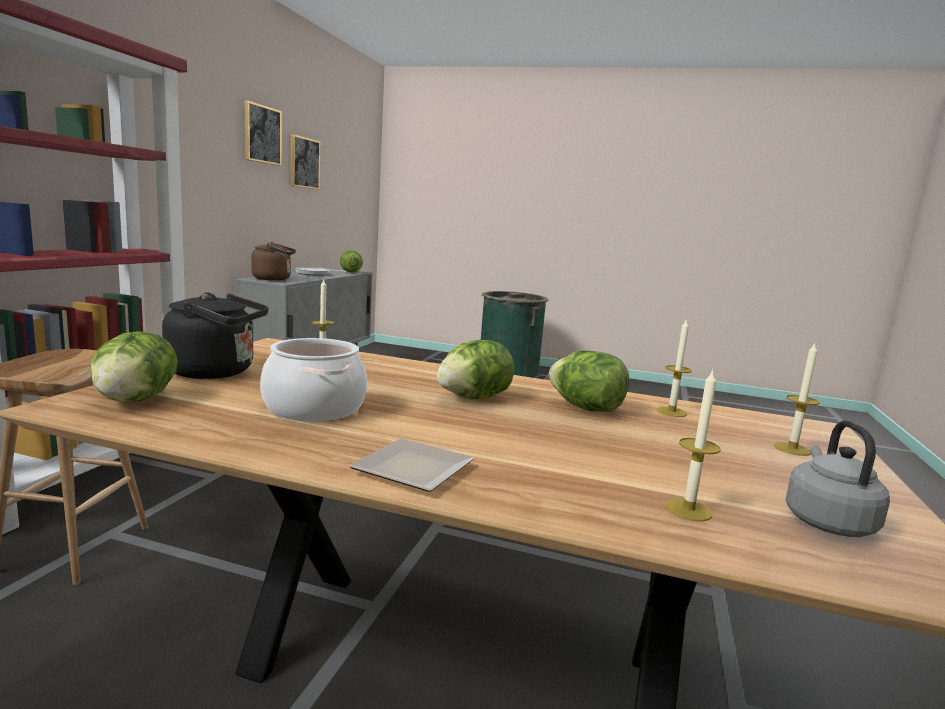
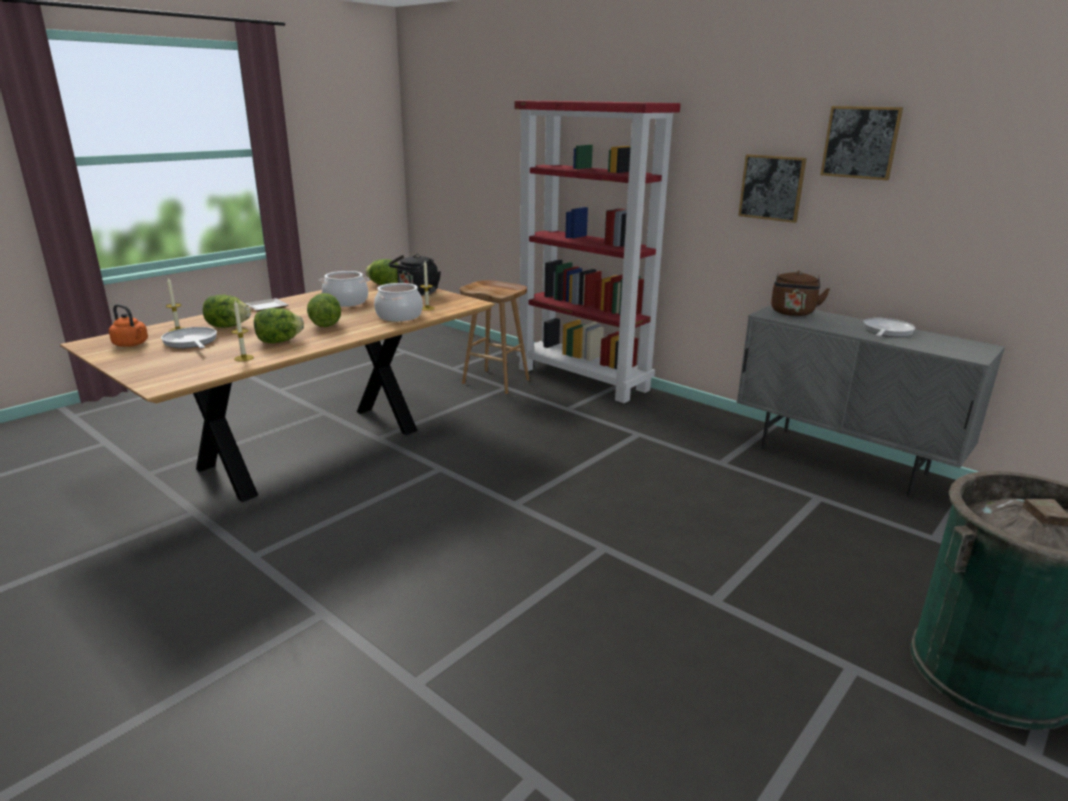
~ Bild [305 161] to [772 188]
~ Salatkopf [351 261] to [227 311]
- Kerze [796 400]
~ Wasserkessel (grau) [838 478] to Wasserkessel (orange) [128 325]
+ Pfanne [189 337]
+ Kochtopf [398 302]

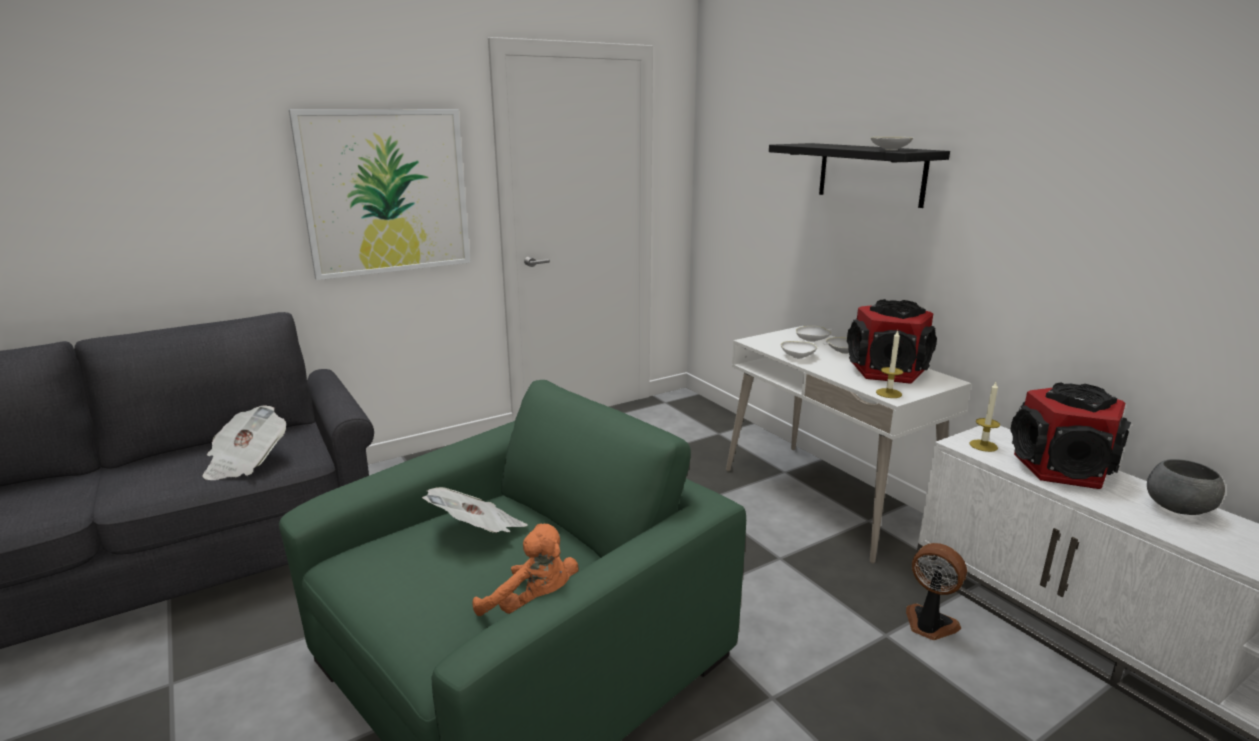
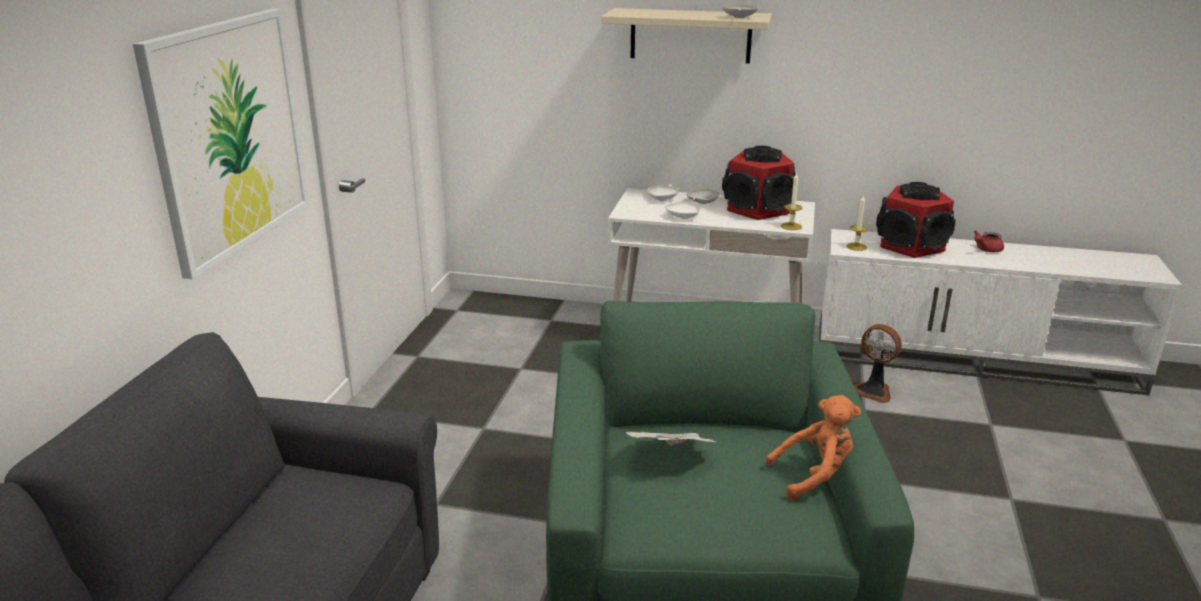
- Zeitung [244 442]
~ Wandregal (schwarz) [859 175] to Wandregal (beige) [686 36]
~ Ventilator [936 591] = [877 363] 135 degrees counterclockwise
~ Schüssel (grau) [1186 487] to Teekanne (rot) [989 241]

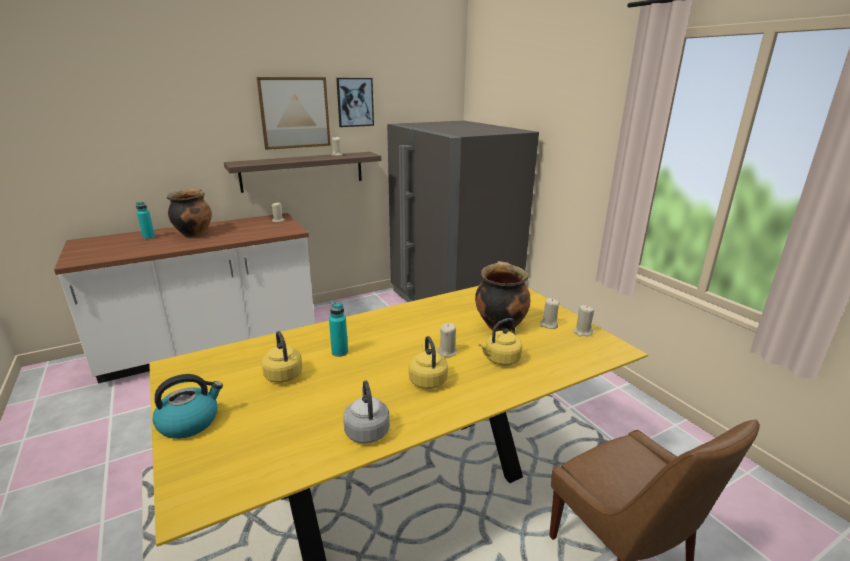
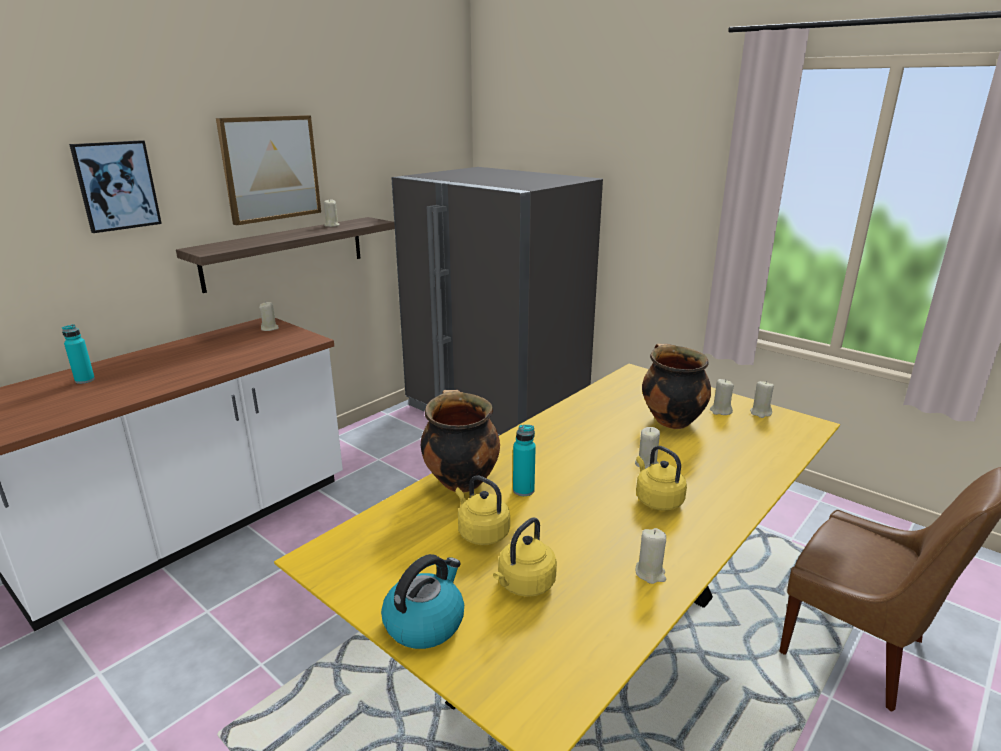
~ Kochtopf [189 212] to [460 441]
~ Bild [355 102] to [115 186]
~ Wasserkessel (grau) [366 411] to Kerze (beige) [651 556]
~ Wasserkessel (gelb) [500 342] to [525 557]

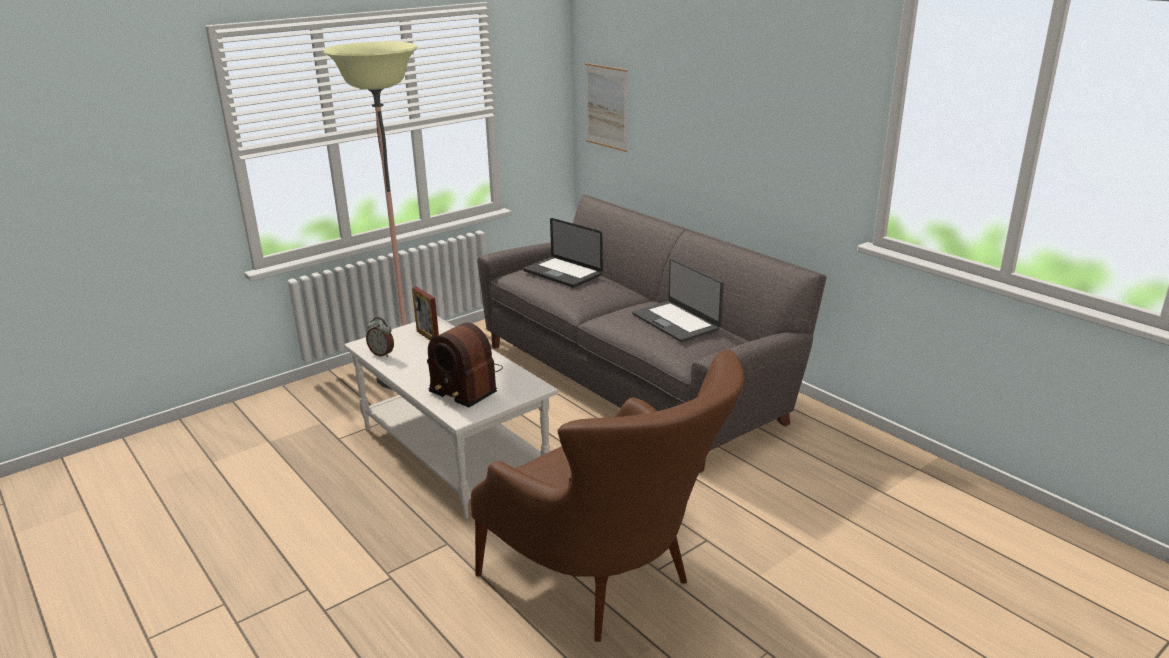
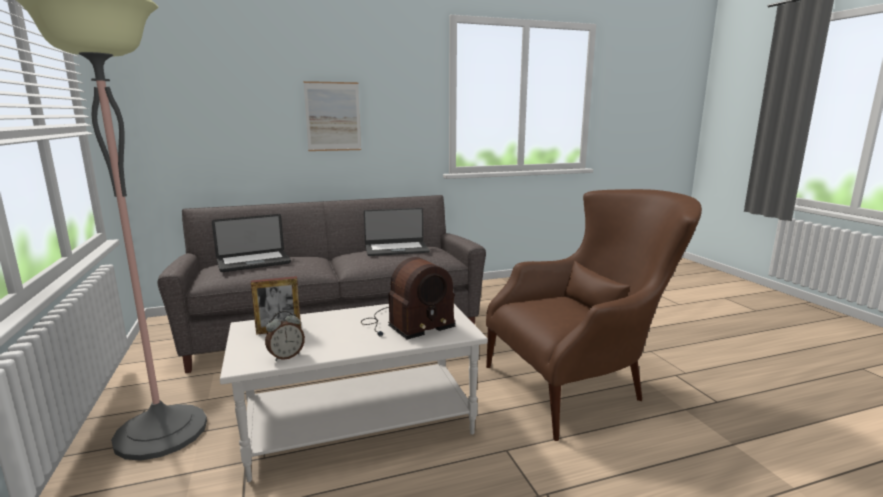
~ Bild [606 107] to [332 116]

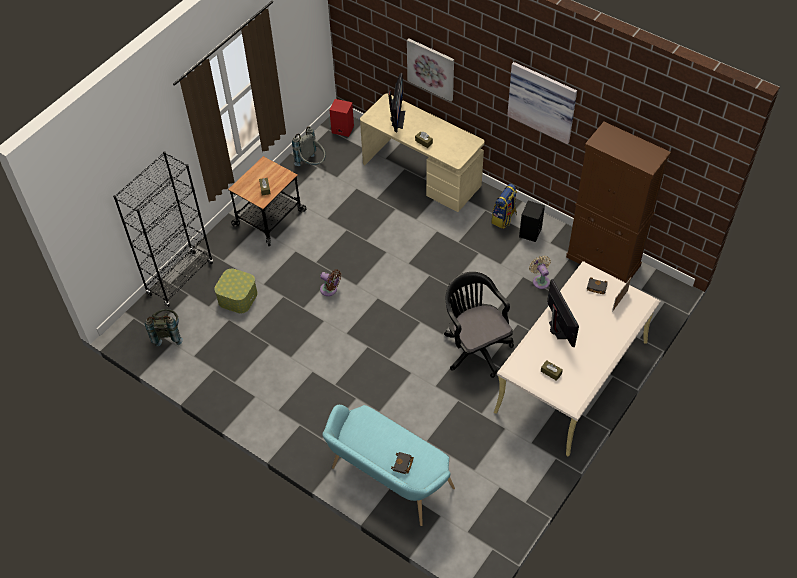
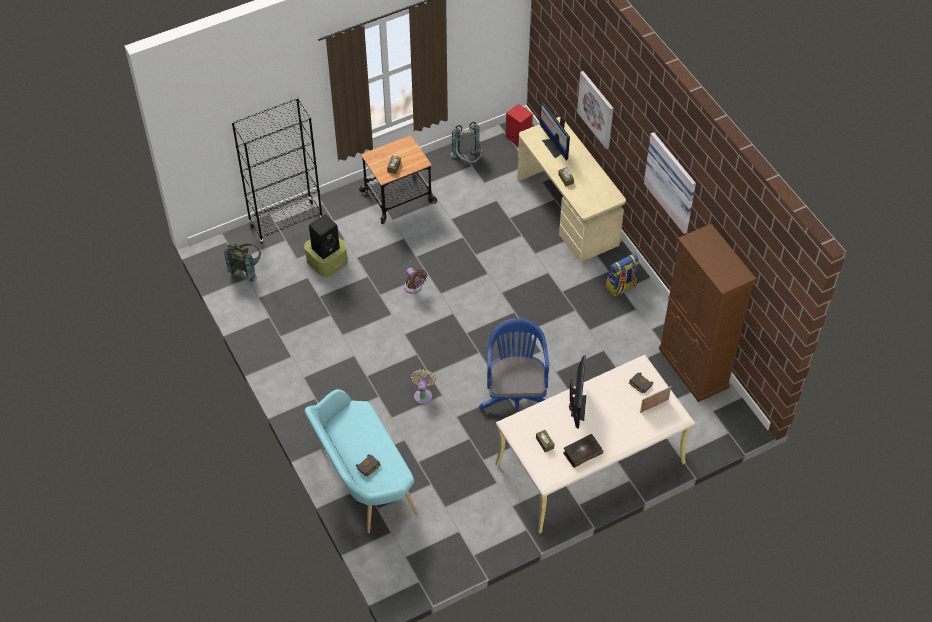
~ Monitor [396 102] = [554 130] 120 degrees clockwise
~ Bürostuhl (schwarz) [479 325] to Bürostuhl (blau) [514 365]
~ Lautsprecher (schwarz) [532 221] to [324 236]
~ Ventilator (beige) [540 272] to [423 387]
+ Buch [583 451]

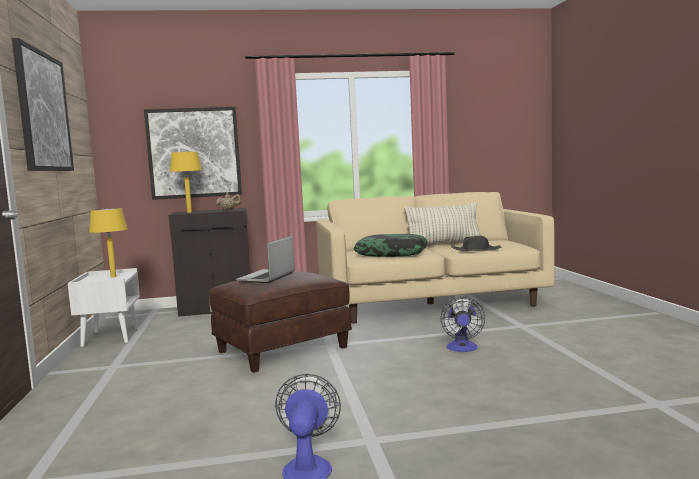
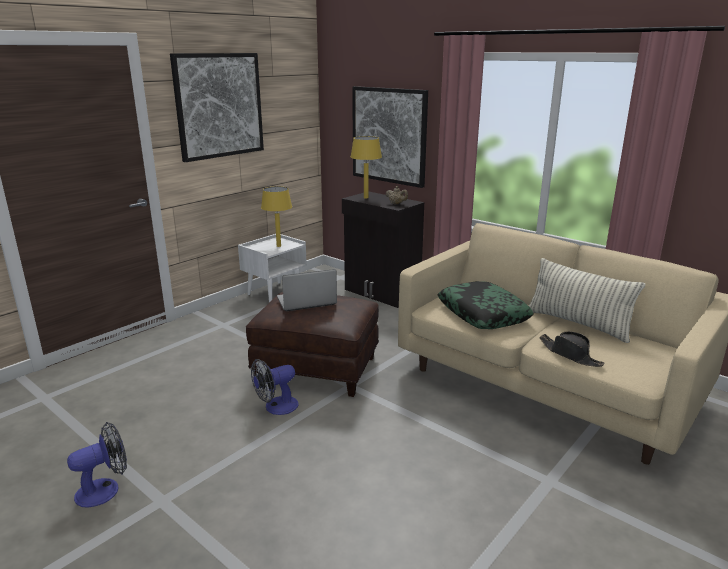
~ Ventilator [463 324] to [275 387]

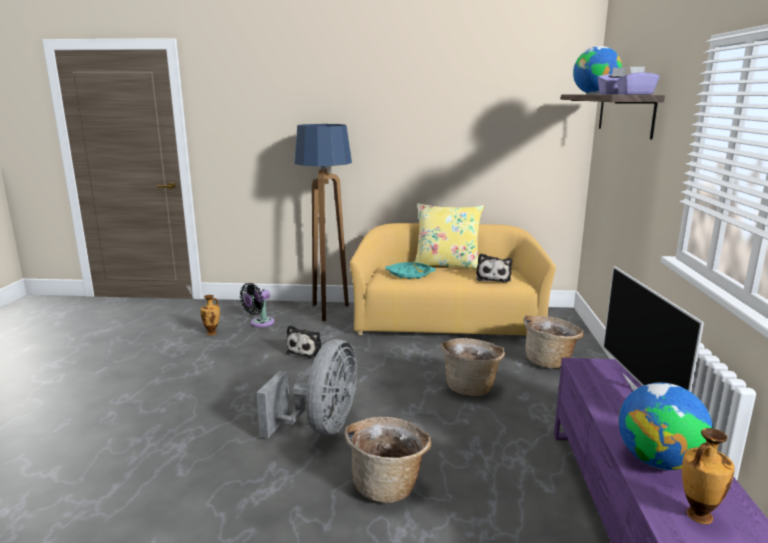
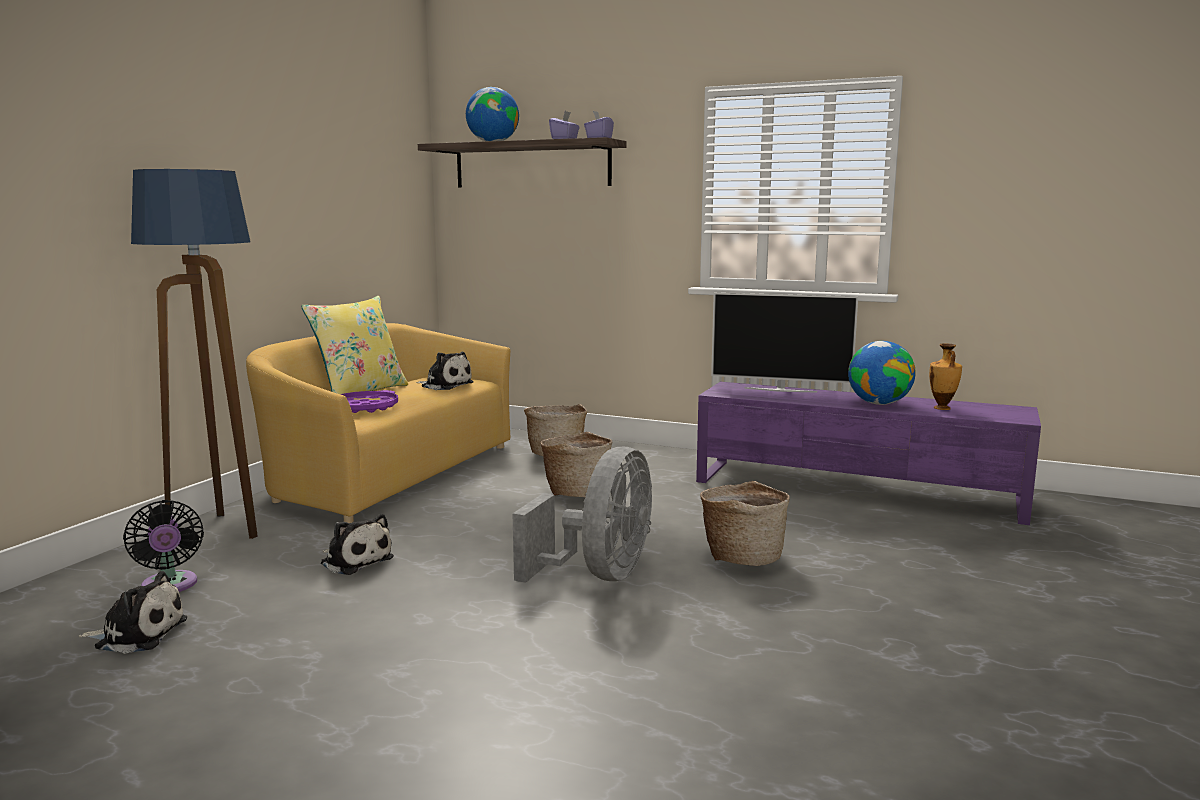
~ Vase [210 315] to Plüschtier [133 612]
~ Ventilator (grau) [307 388] = [582 515] 75 degrees clockwise
~ Tablett (türkis) [410 270] to Tablett (lila) [369 401]

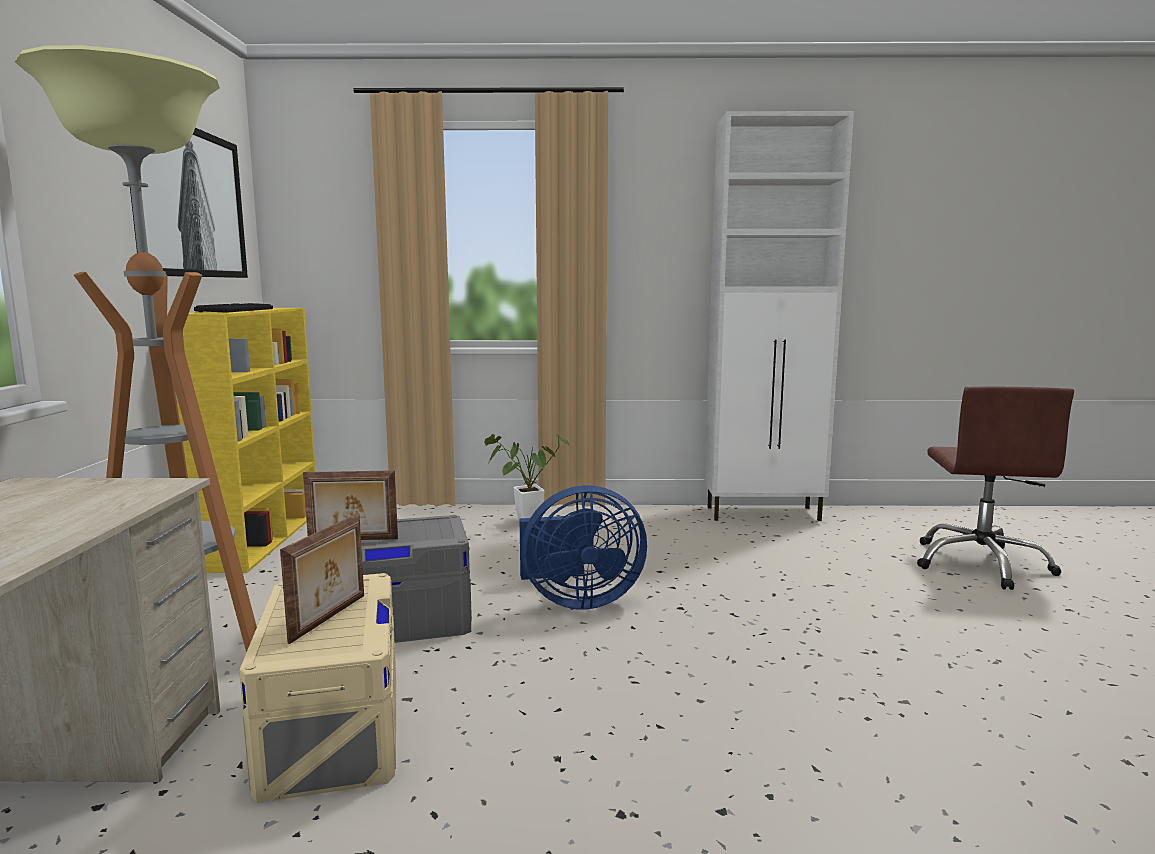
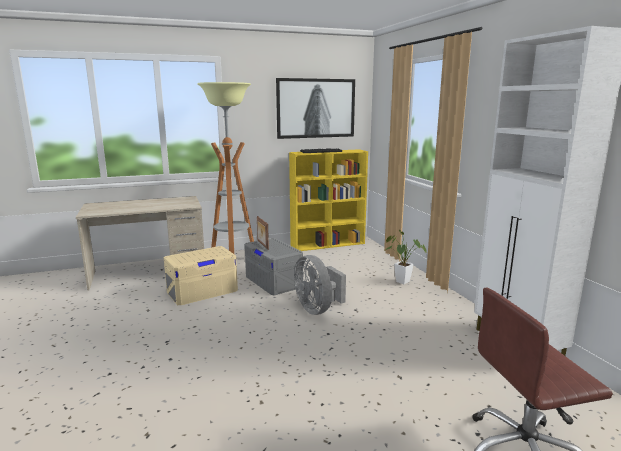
- Bilderrahmen [322 578]
~ Ventilator (blau) [583 547] to Ventilator (grau) [320 285]

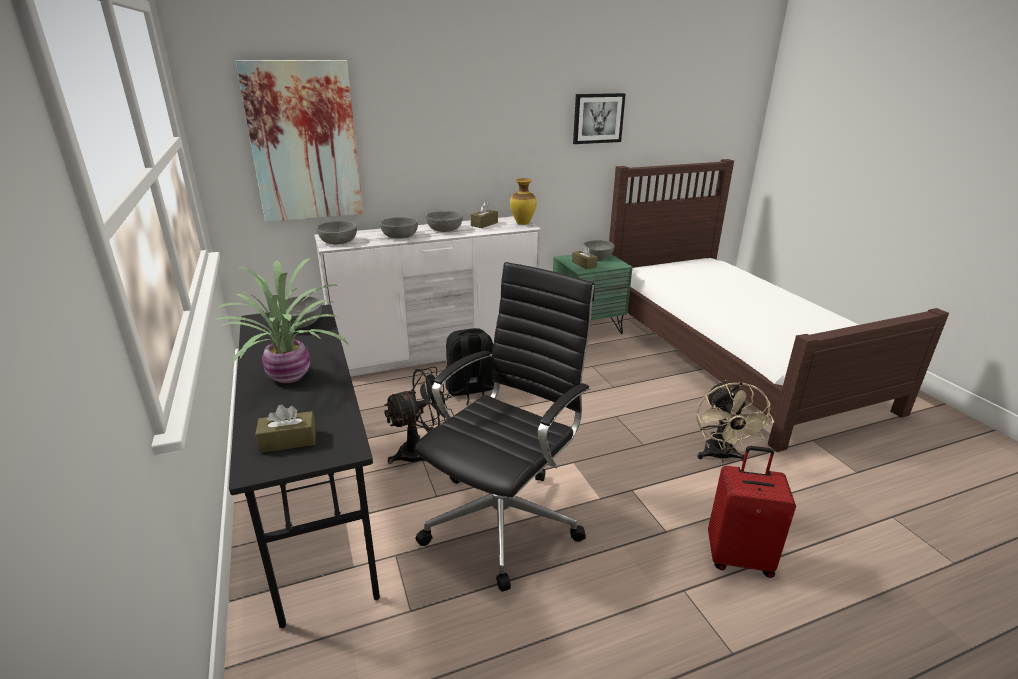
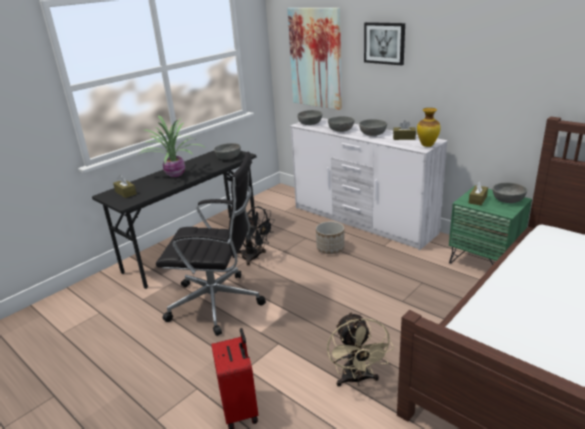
~ Rucksack (schwarz) [469 366] to Pflanzkübel [330 237]
~ Bild [599 118] to [384 43]
~ Ventilator (beige) [735 421] = [360 349] 75 degrees counterclockwise

